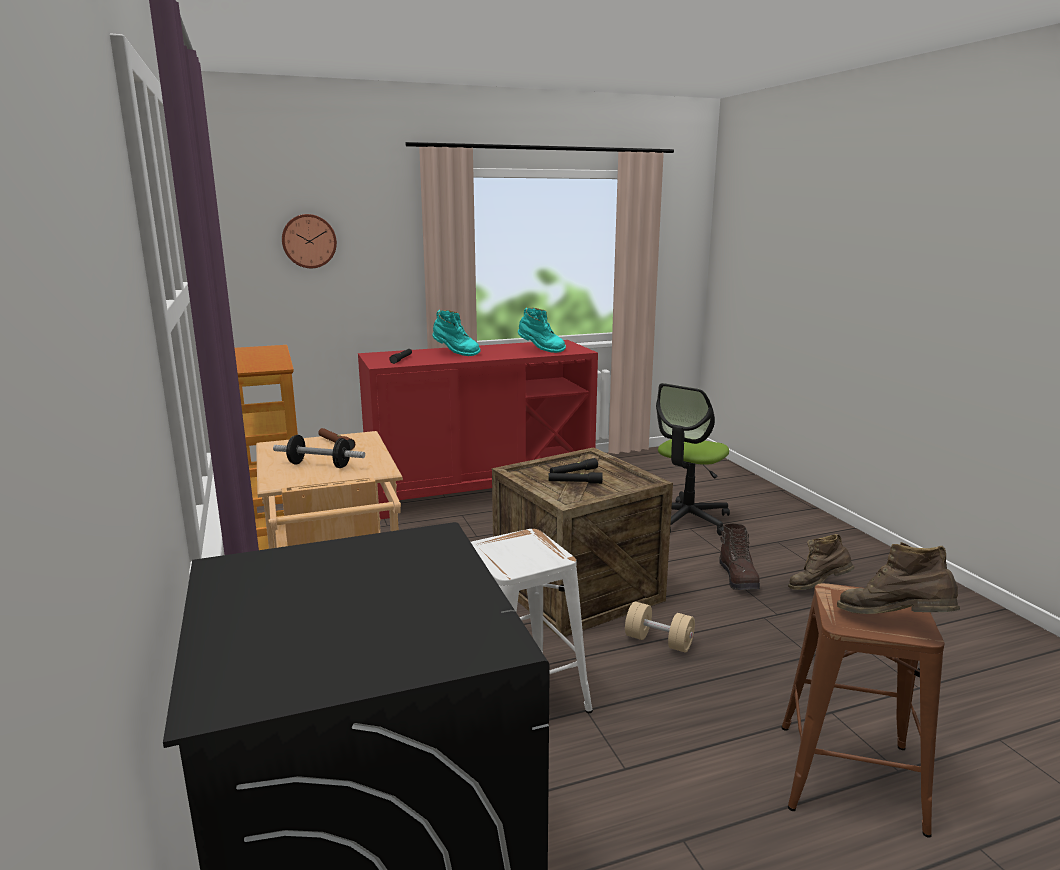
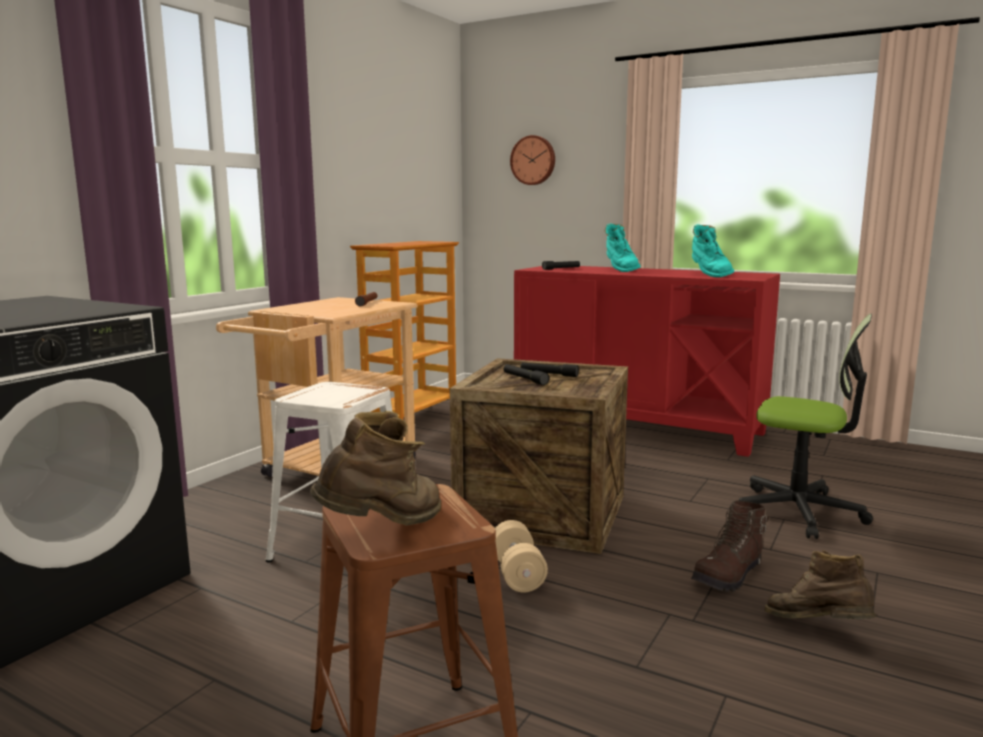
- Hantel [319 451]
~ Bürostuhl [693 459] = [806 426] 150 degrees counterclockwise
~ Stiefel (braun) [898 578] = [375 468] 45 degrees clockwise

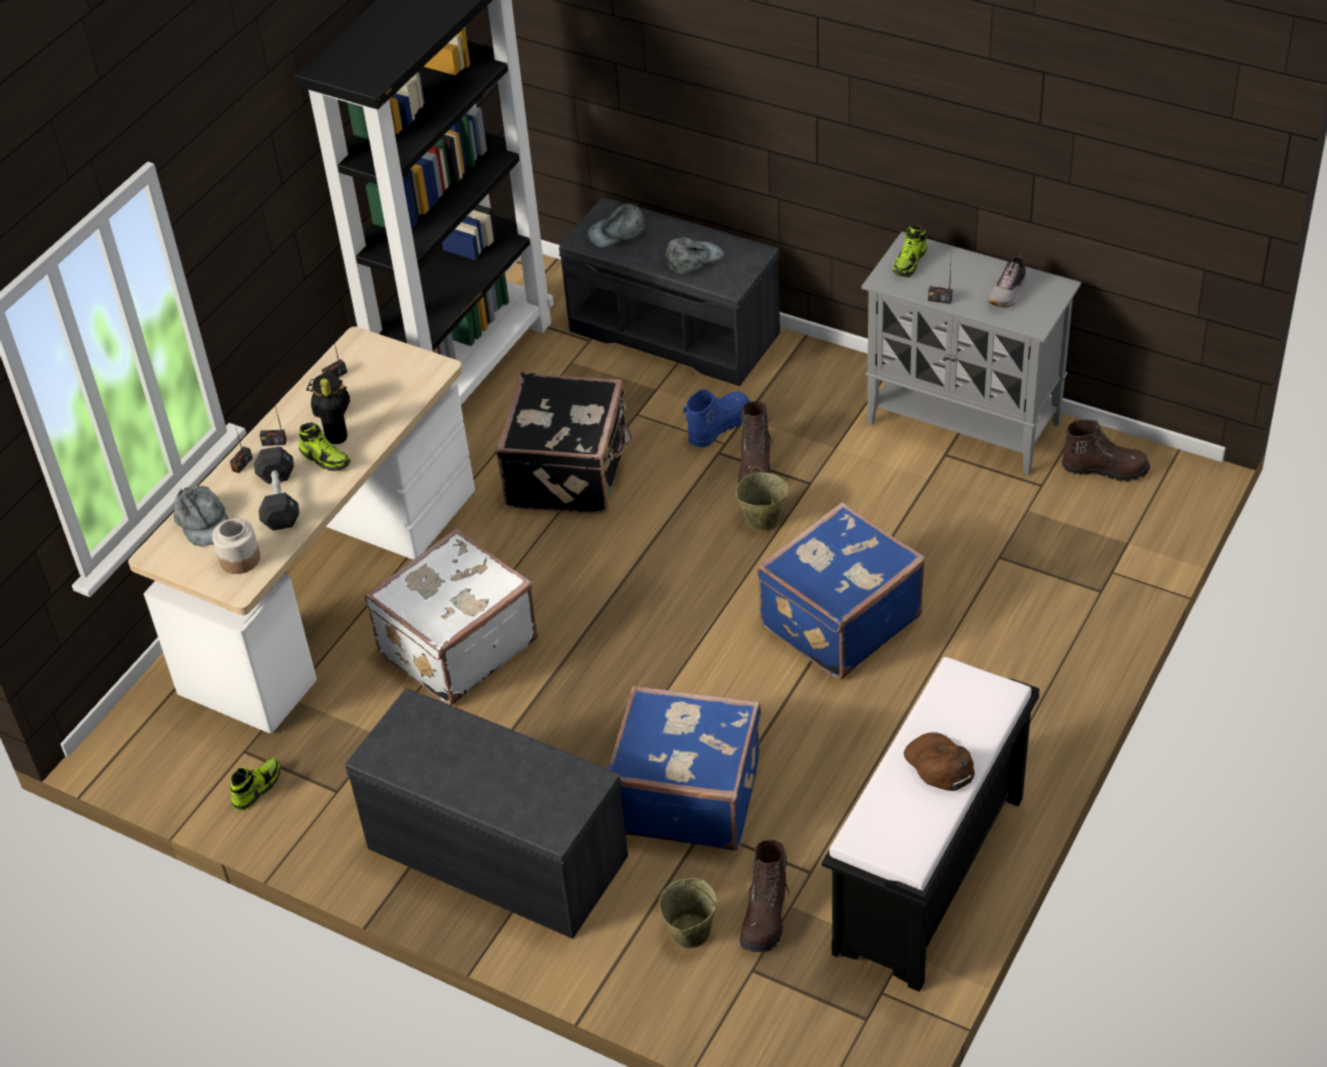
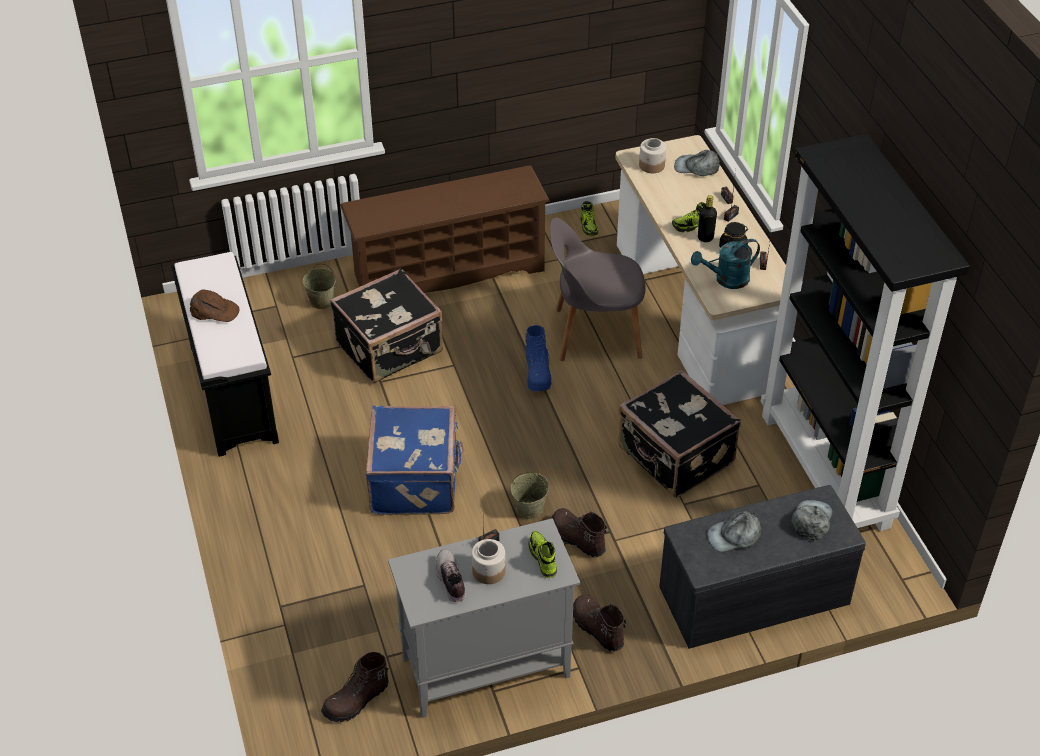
- Hantel (schwarz) [276 488]
~ Bank (grau) [486 814] to Schuhregal (braun) [445 229]
~ Koffer (weiß) [451 616] to Stuhl (grau) [597 289]
~ Koffer (blau) [684 768] to Koffer (schwarz) [386 325]
~ Kappe (grau) [694 255] = [734 532] 60 degrees clockwise
~ Stiefel (blau) [716 418] to [539 358]
~ Stiefel (braun) [765 896] to [599 623]
+ Vorratsglas [489 561]
+ Gießkanne (türkis) [725 264]

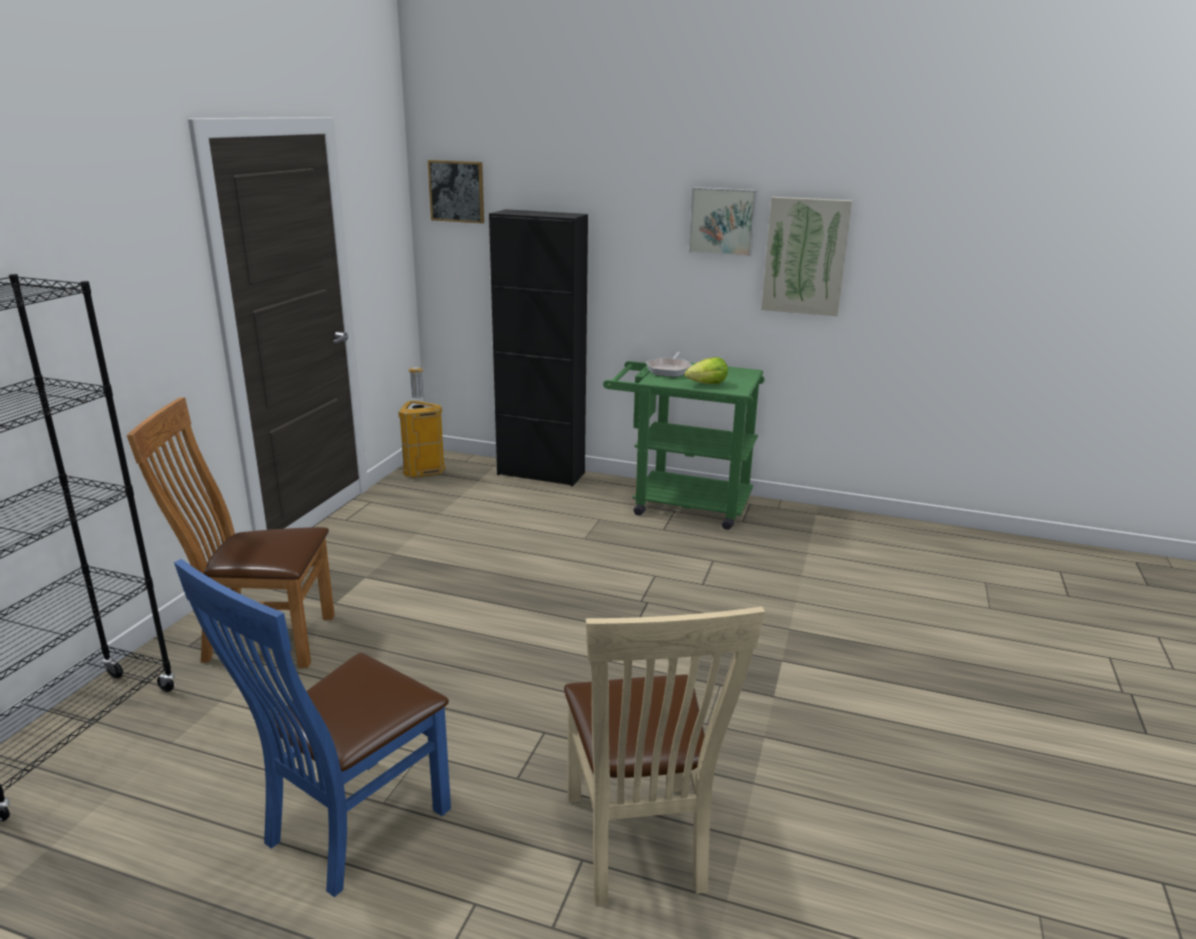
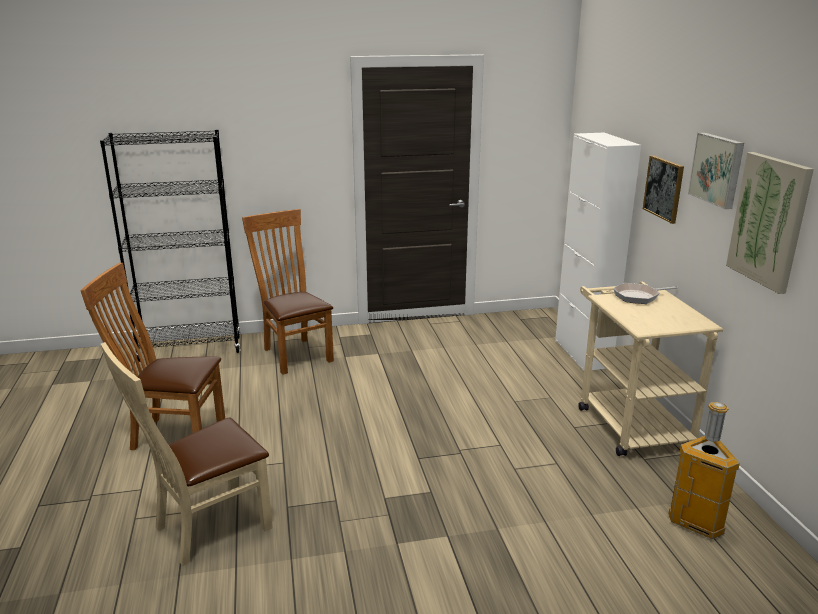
~ Stuhl (blau) [312 728] to Stuhl (braun) [152 356]
~ Mülleimer [421 422] to [704 470]
~ Bild [456 191] to [663 189]
~ Schrank (schwarz) [538 348] to Schrank (weiß) [598 252]
~ Rollwagen (grün) [684 445] to Rollwagen (beige) [650 369]
- Salatkopf [706 370]

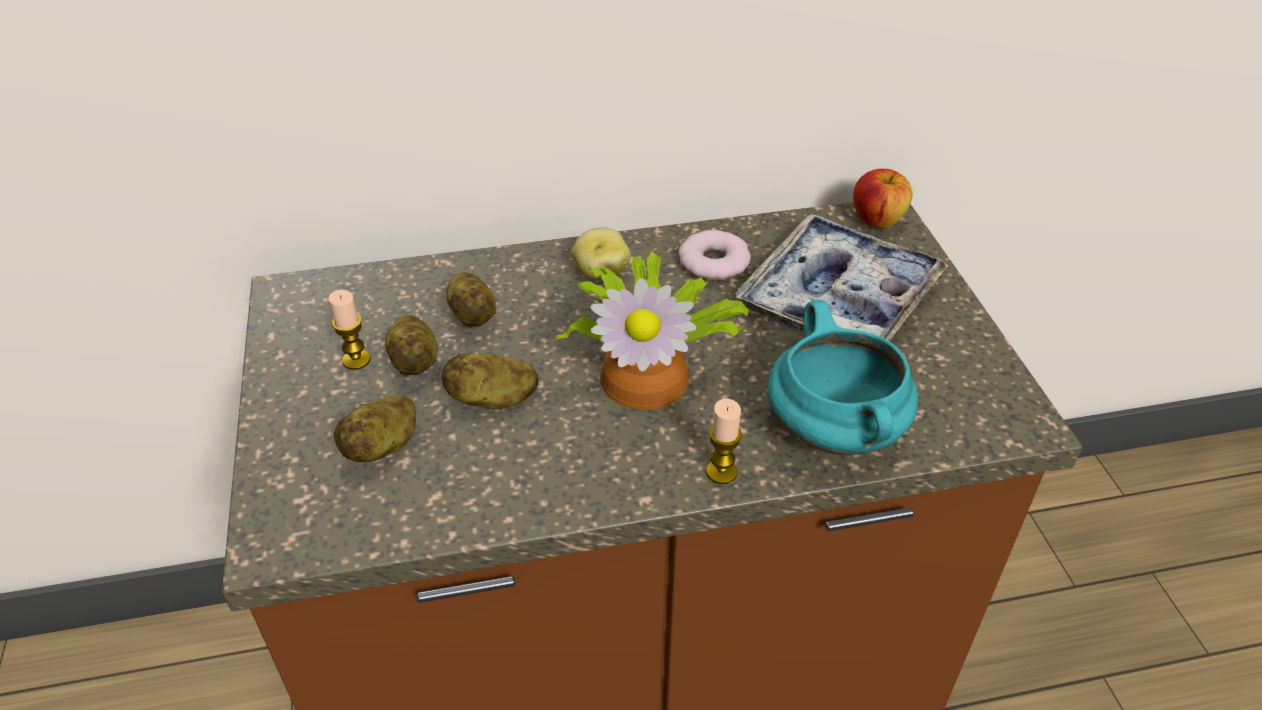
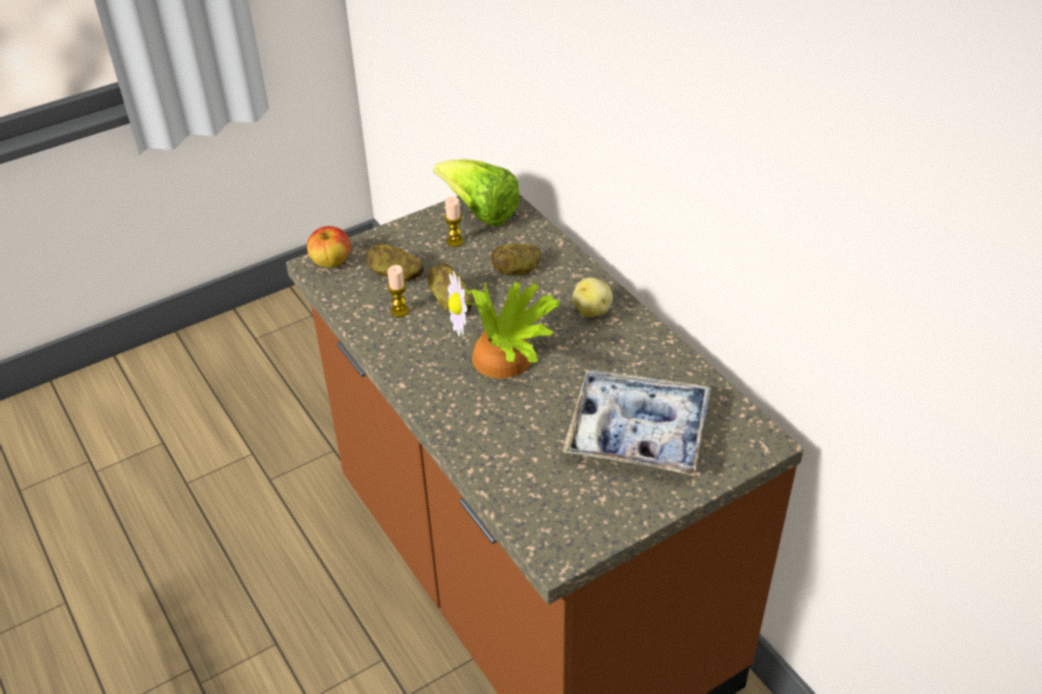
- Kartoffel [411 346]
- Donut [715 255]
~ Kerze [724 441] to [398 291]
- Kochtopf (türkis) [843 377]
~ Apfel [883 199] to [329 247]
+ Salatkopf [476 192]

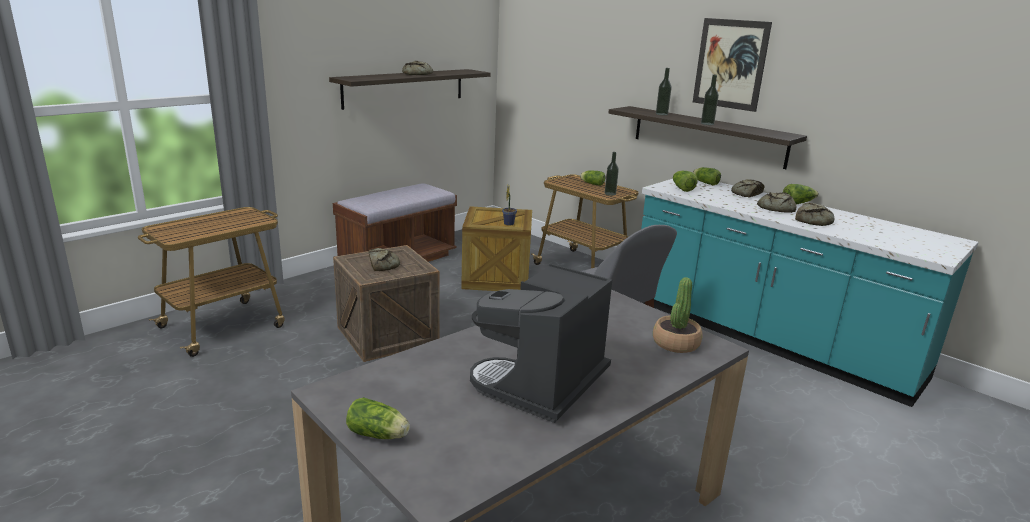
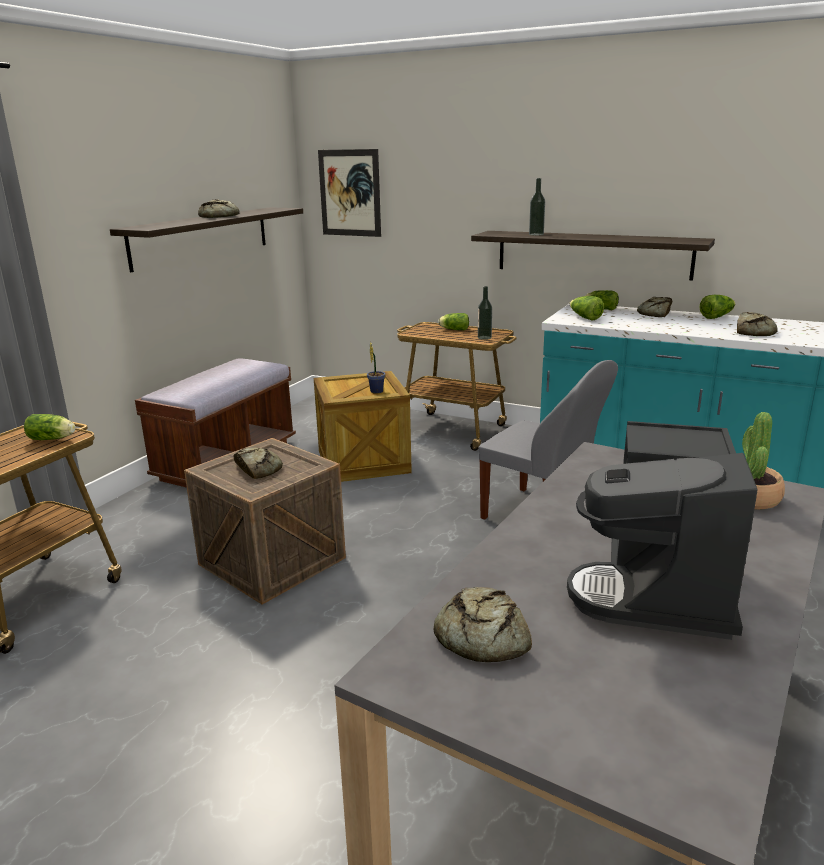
~ Salatkopf [378 418] to [49 427]
~ Bild [732 65] to [349 193]
- Flasche [710 100]
~ Brot [776 202] to [482 624]

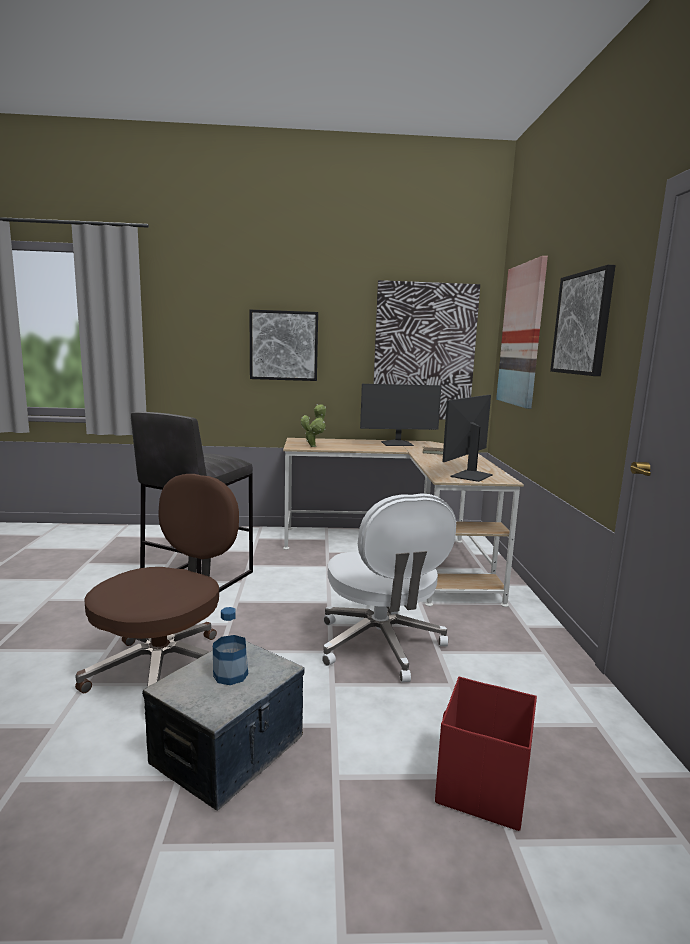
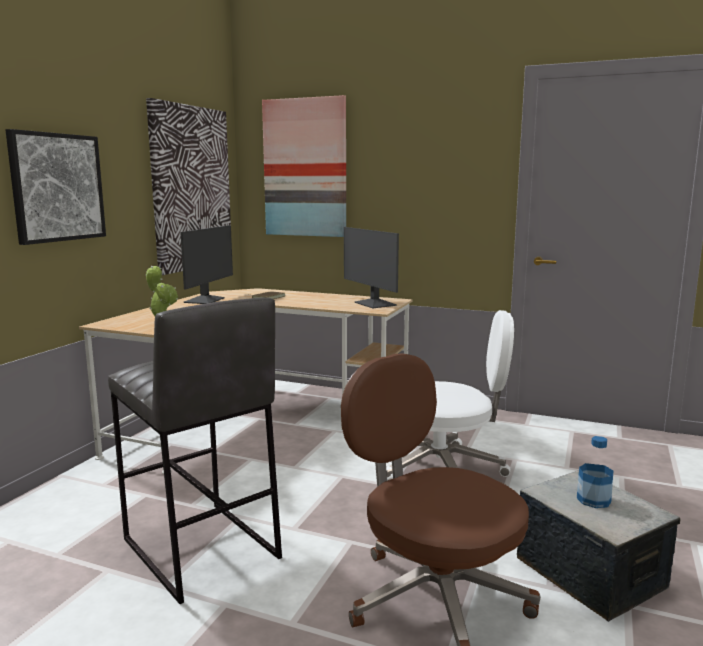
- Aufbewahrungsbox (rot) [486 753]
- Bild [583 320]

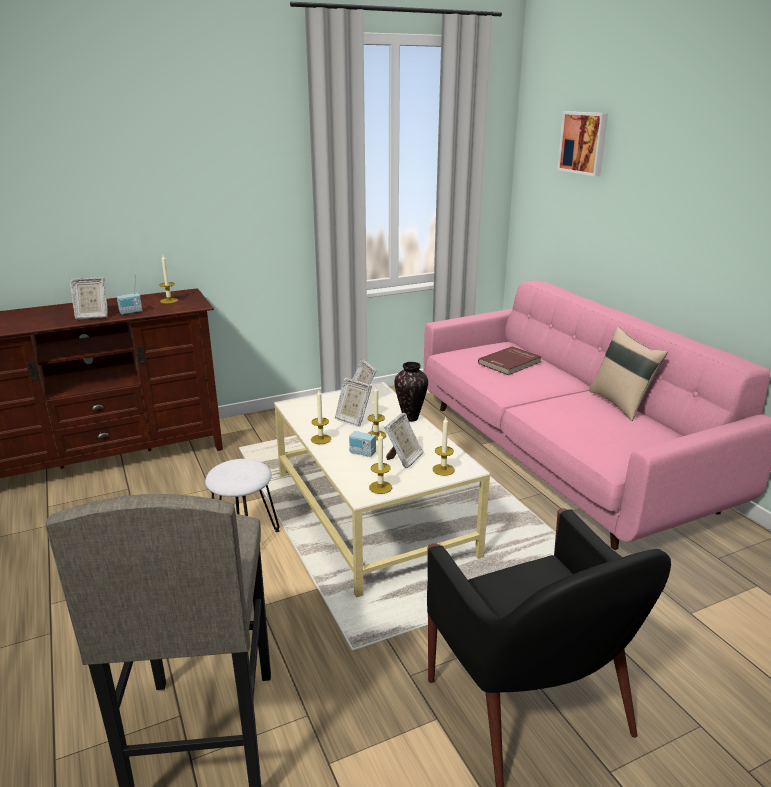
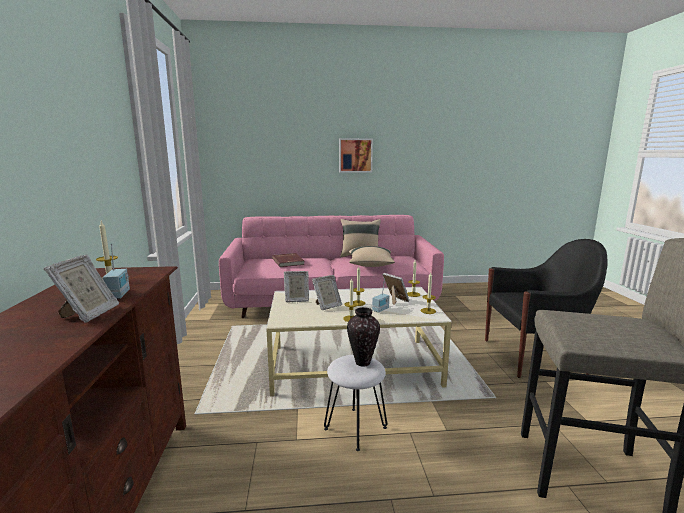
~ Vase [411 392] to [363 337]
~ Bild [582 143] to [356 155]
+ Kissen (beige) [372 256]

